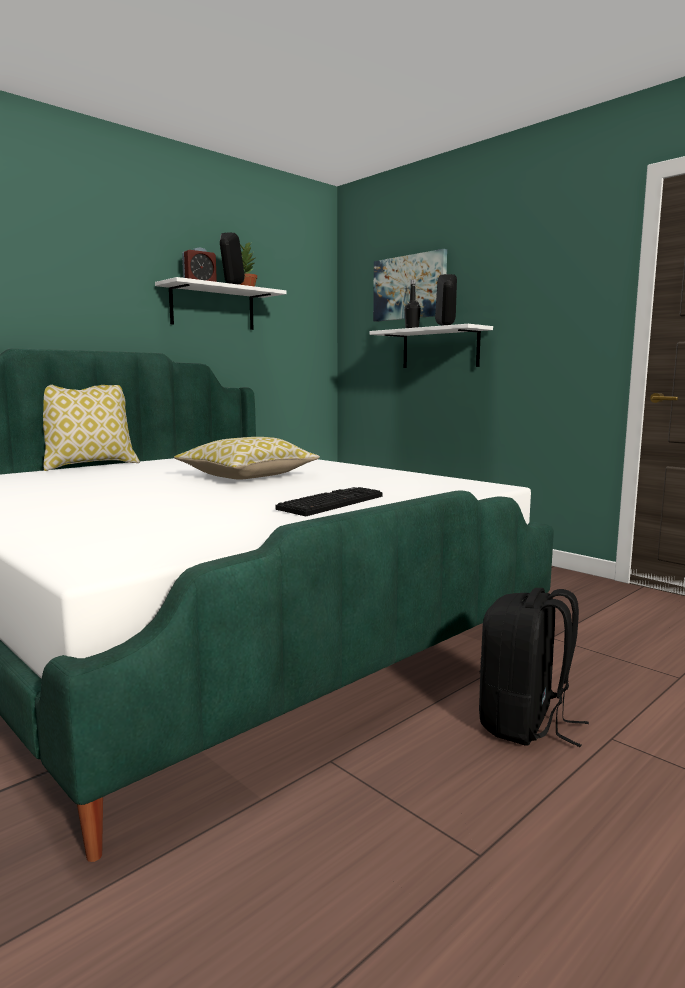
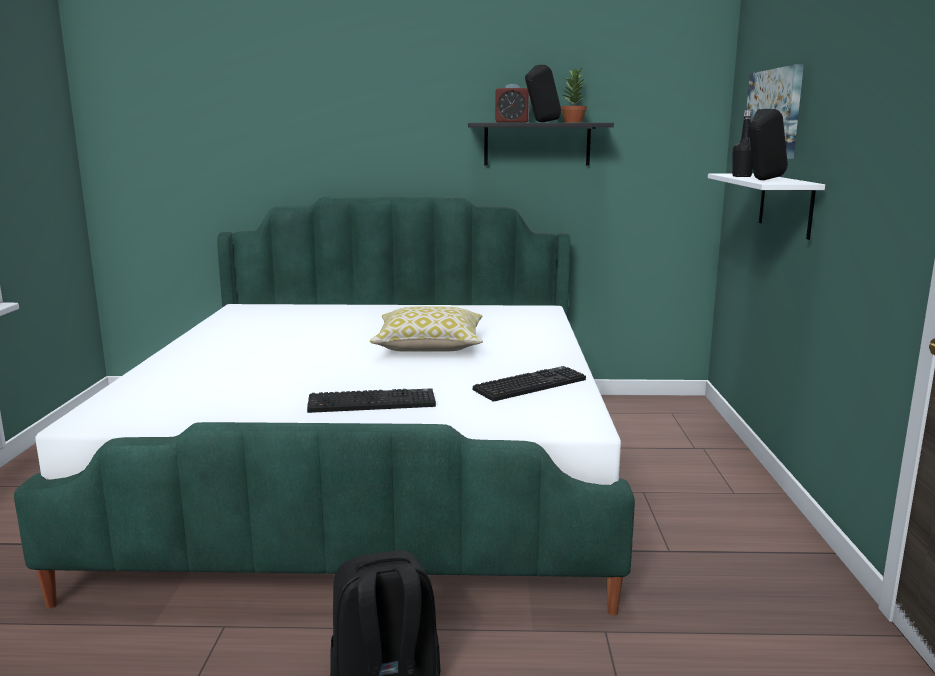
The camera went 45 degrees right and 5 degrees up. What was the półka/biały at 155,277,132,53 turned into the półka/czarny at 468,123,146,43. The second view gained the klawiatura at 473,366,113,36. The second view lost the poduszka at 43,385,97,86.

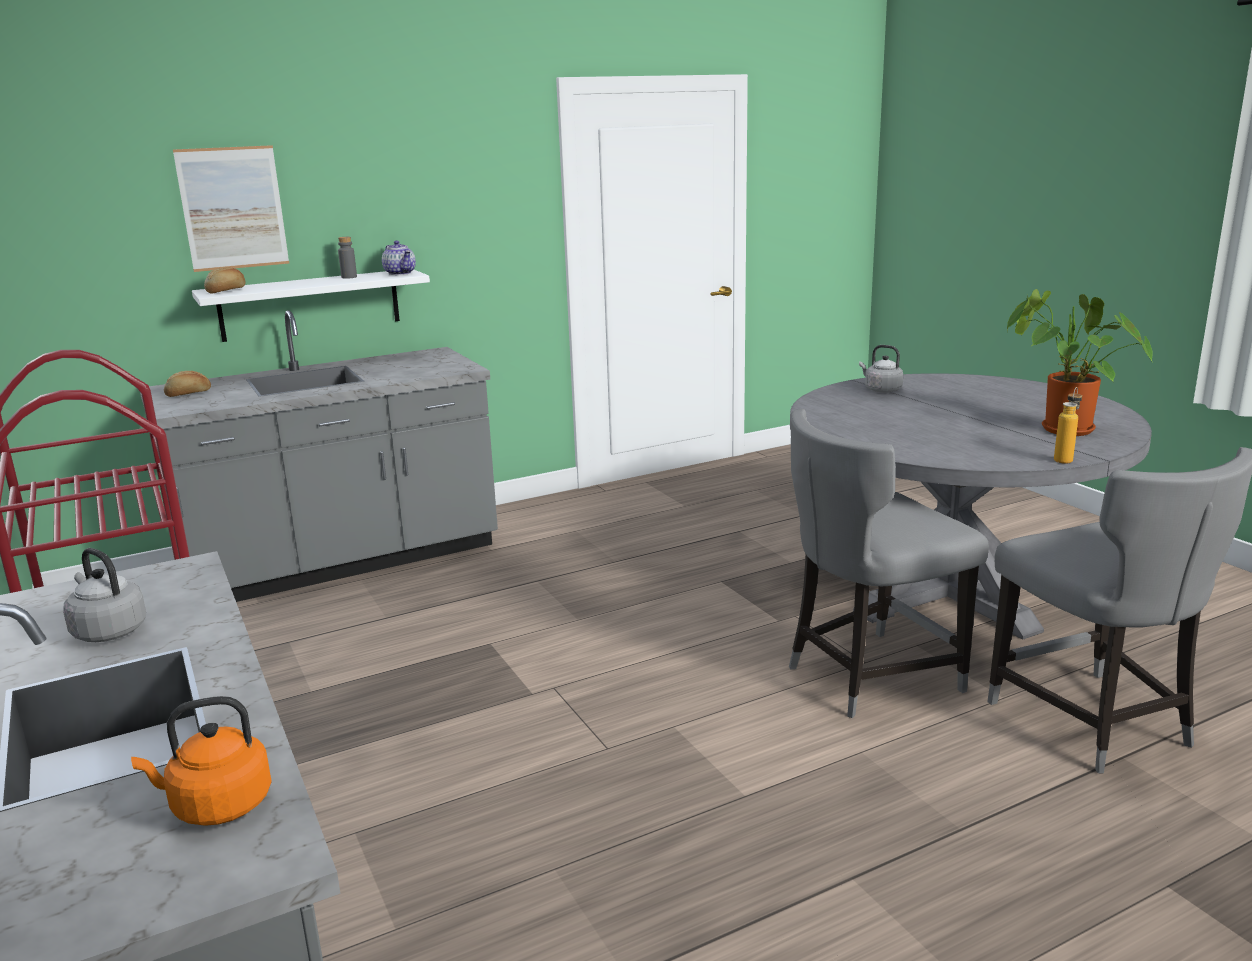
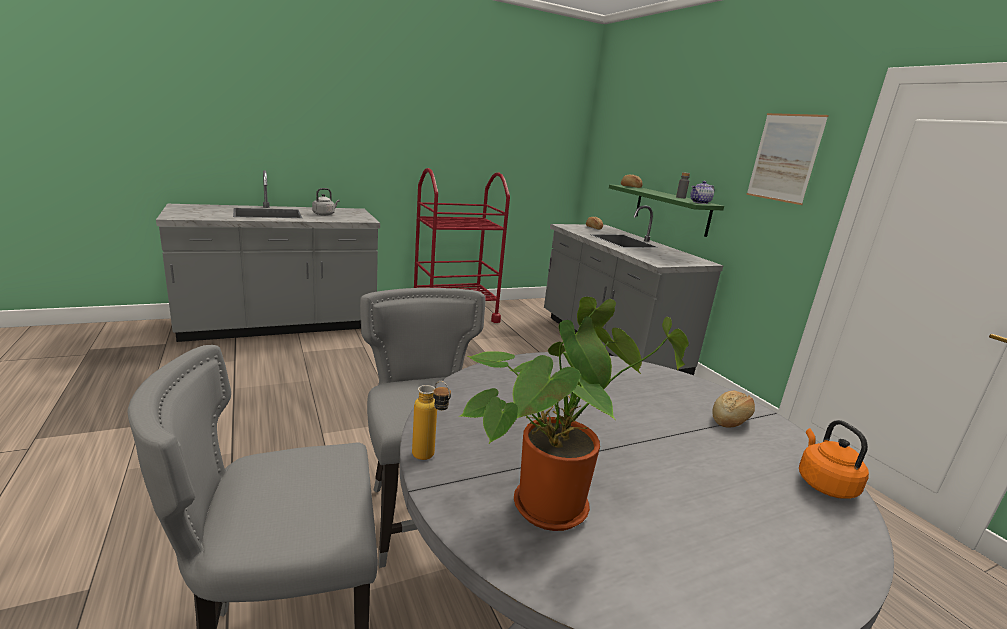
The camera went 90 degrees right and 0 degrees up. What was the półka/biały at 192,269,238,73 turned into the półka/zielony at 609,185,115,52. Where the czajnik/szary stood at 859,345,44,48, the chleb came to stand at 712,391,43,37. The obraz ended up elsewhere, having gone from 173,145,116,127 to 746,113,83,92. The czajnik/pomarańczowy ended up elsewhere, having gone from 131,696,141,130 to 799,420,70,79.

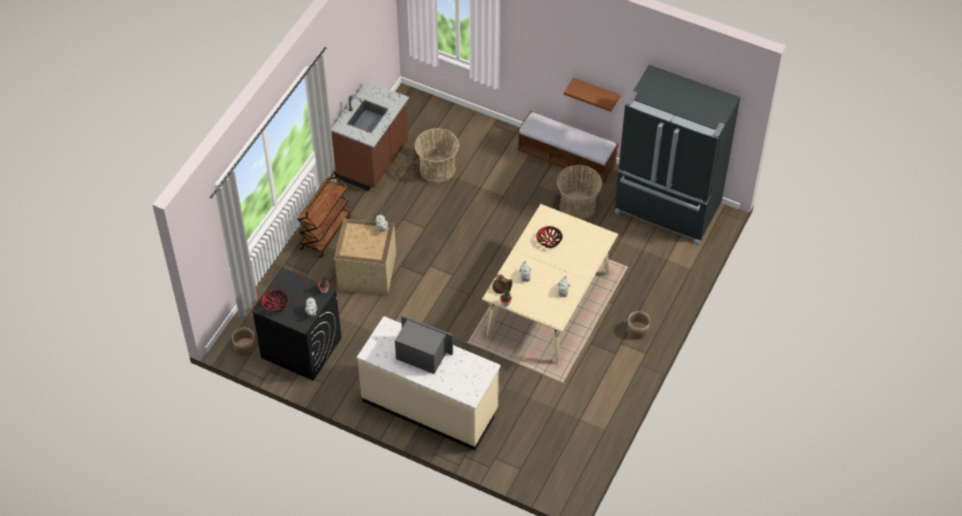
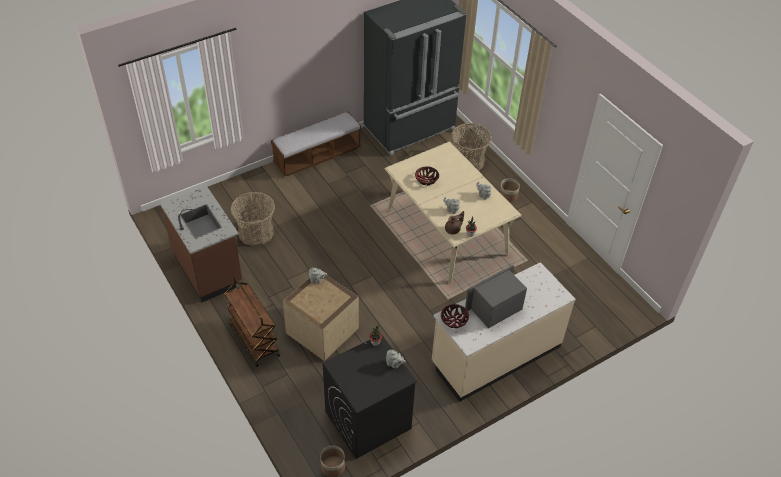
The camera went 60 degrees left and 5 degrees down. The miska ended up elsewhere, having gone from 261,289,28,23 to 441,304,28,24. The koszyk ended up elsewhere, having gone from 557,165,45,55 to 451,123,41,48. The second view lost the półka/brązowy at 564,78,56,34.

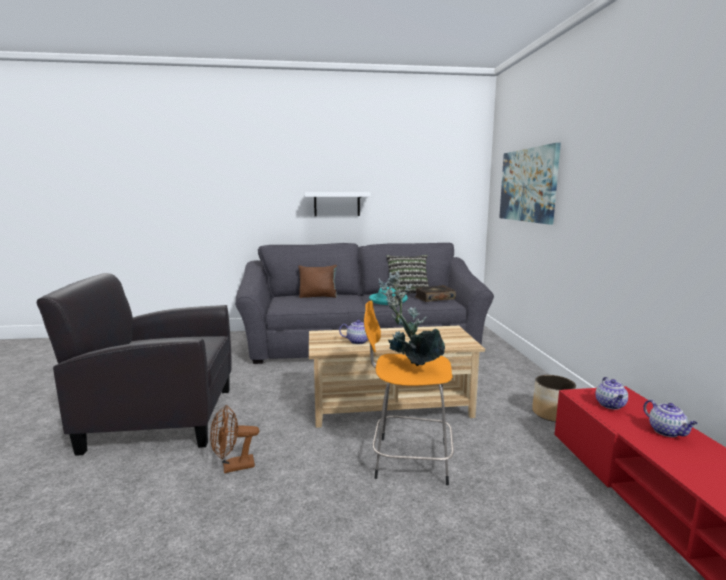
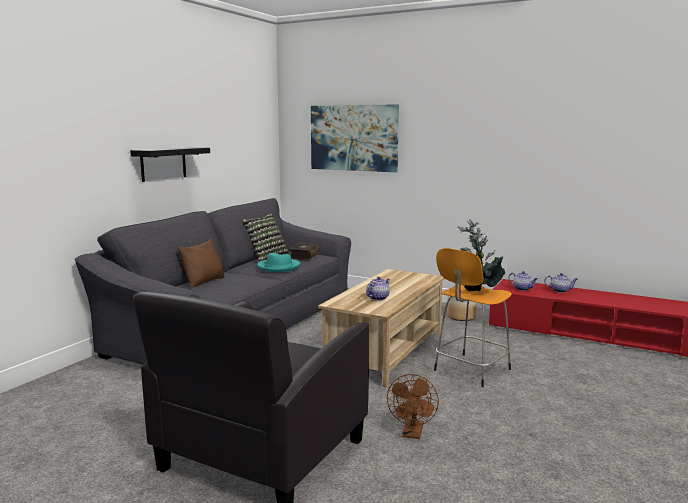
The camera went 55 degrees left and 0 degrees up. What was the półka/biały at 305,192,66,24 turned into the półka/czarny at 130,147,80,35.

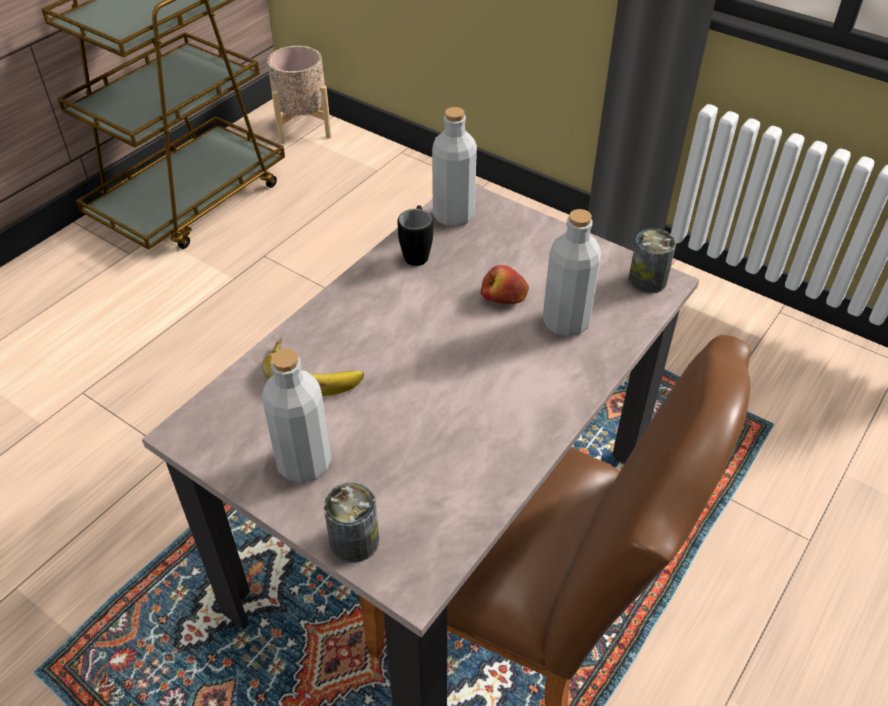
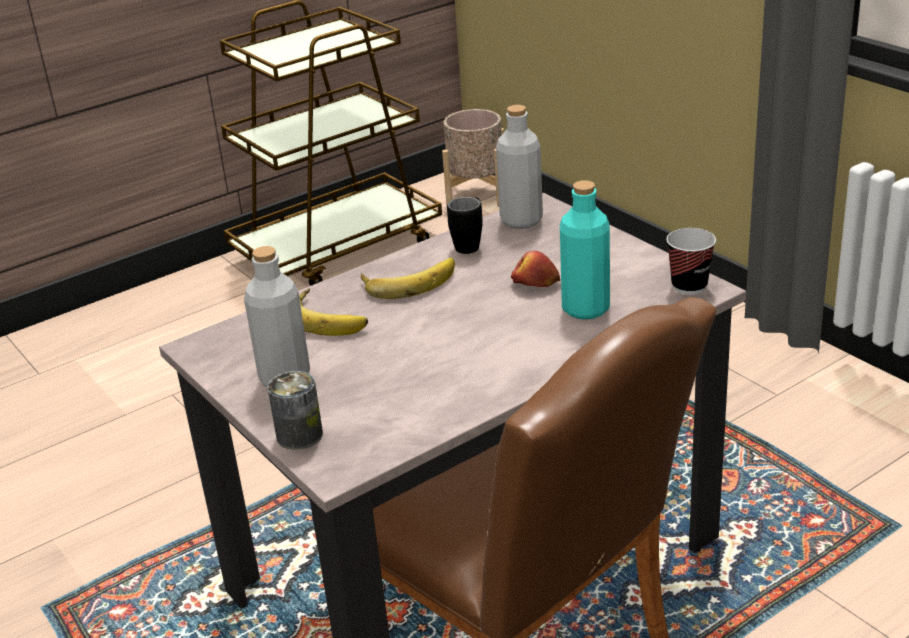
The camera went 20 degrees right and 15 degrees down. The second view gained the banan at 361,258,94,41. What was the butelka/szary at 543,209,58,128 turned into the butelka/turkusowy at 560,180,50,139. Where the puszka stood at 628,229,48,65, the filiżanka came to stand at 666,228,50,66.

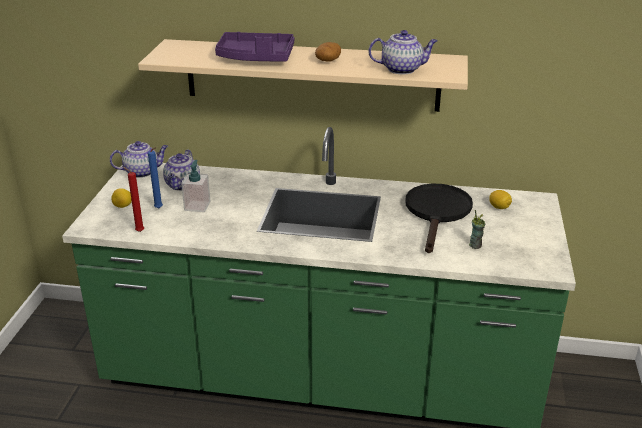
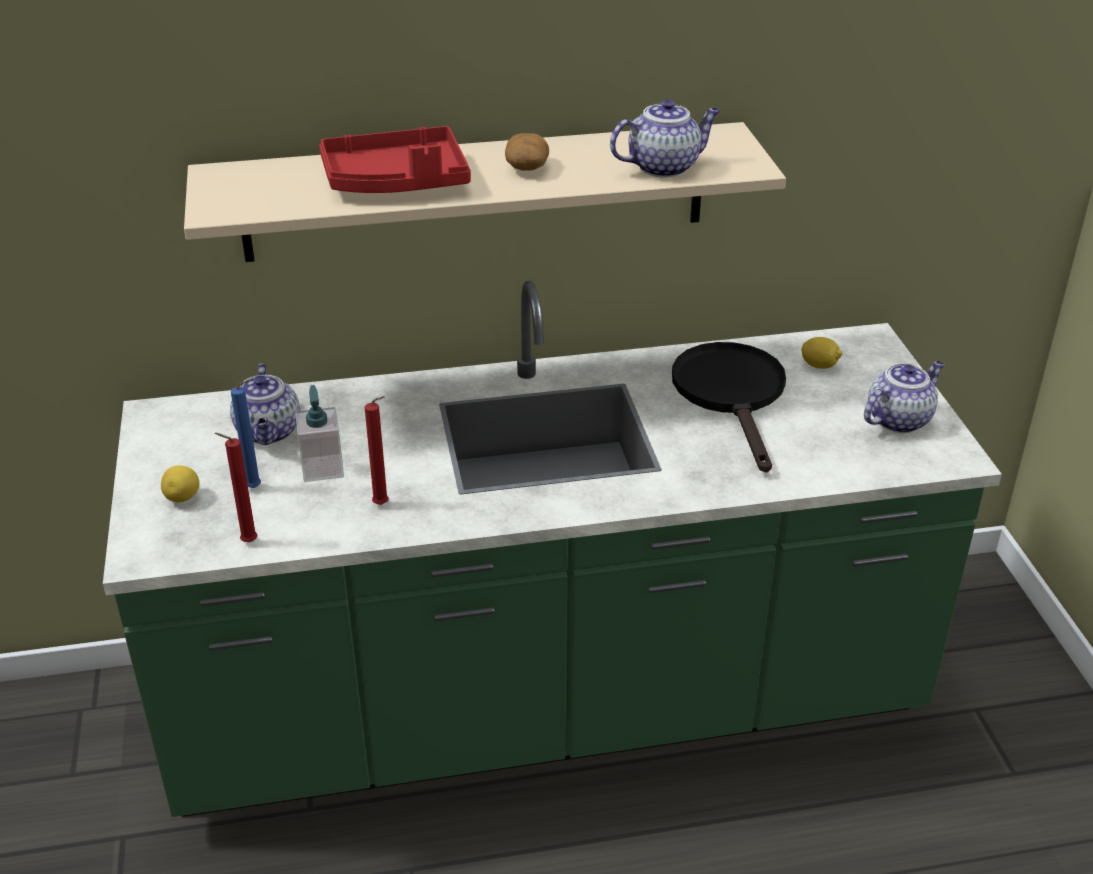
The camera went 20 degrees left and 5 degrees up. What was the taca/fioletowy at 215,32,79,30 turned into the taca/czerwony at 319,126,152,67. The second view gained the świeca/czerwony at 365,396,24,109. The imbryk ended up elsewhere, having gone from 110,141,58,37 to 864,361,80,72. The second view lost the filiżanka at 469,210,16,39.

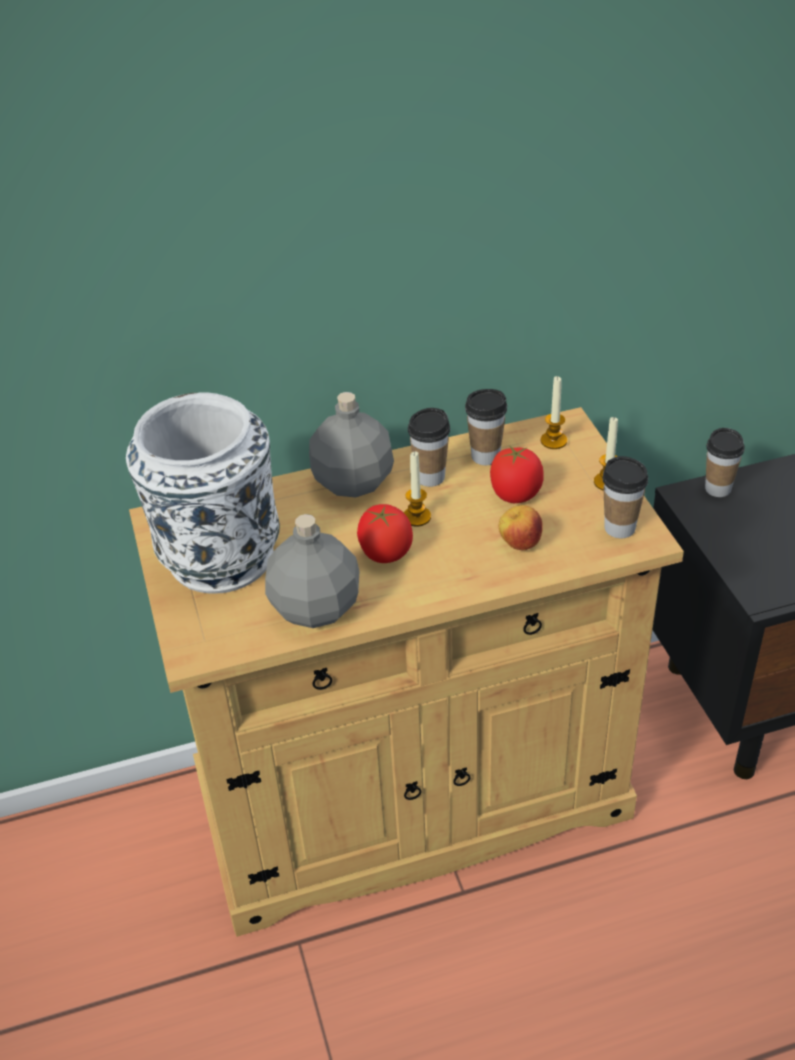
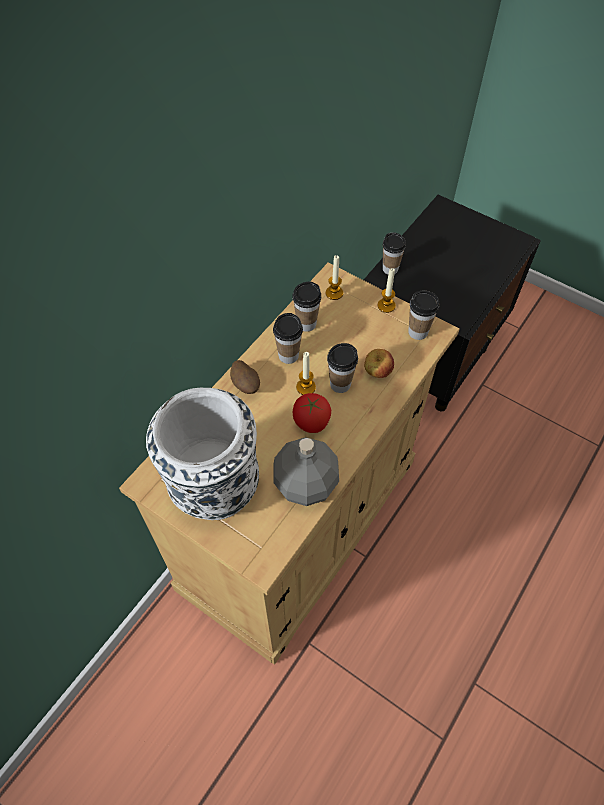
The camera went 40 degrees left and 15 degrees up. Where the butelka/szary stood at 309,392,85,105, the ziemniak came to stand at 230,360,30,34. The second view gained the filiżanka at 327,343,31,50. The second view lost the pomidor at 490,445,54,58.

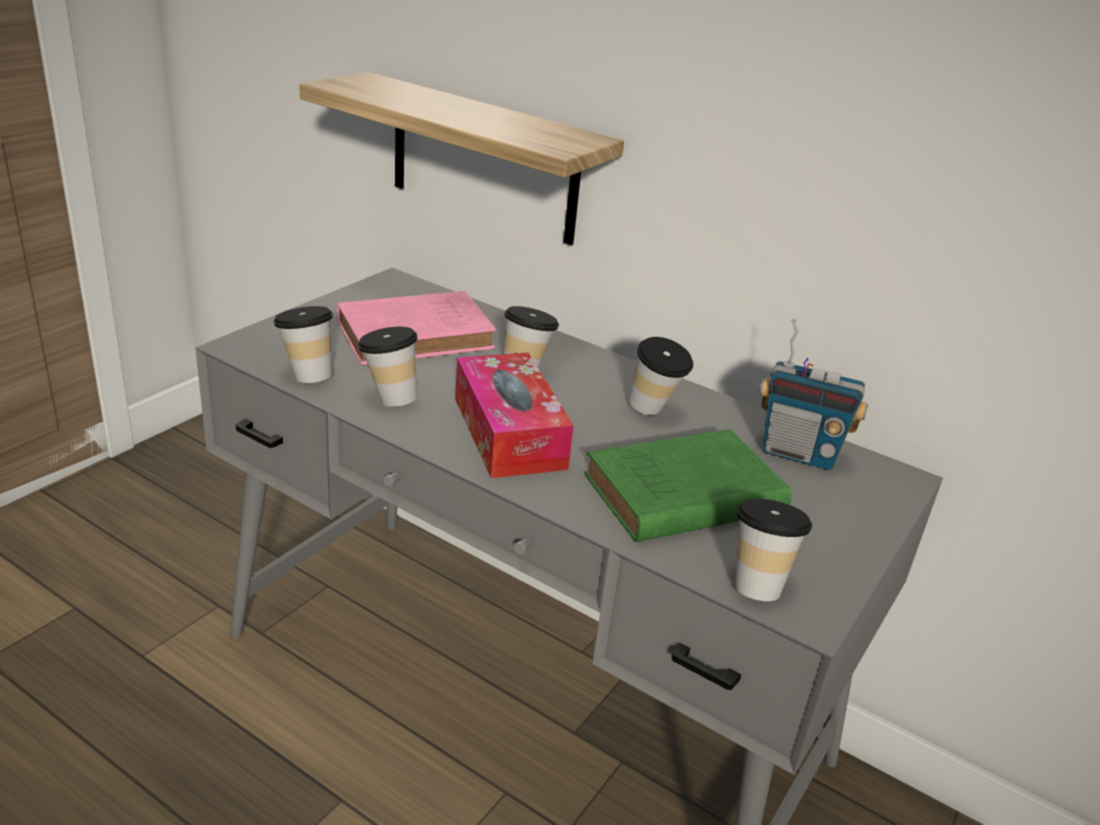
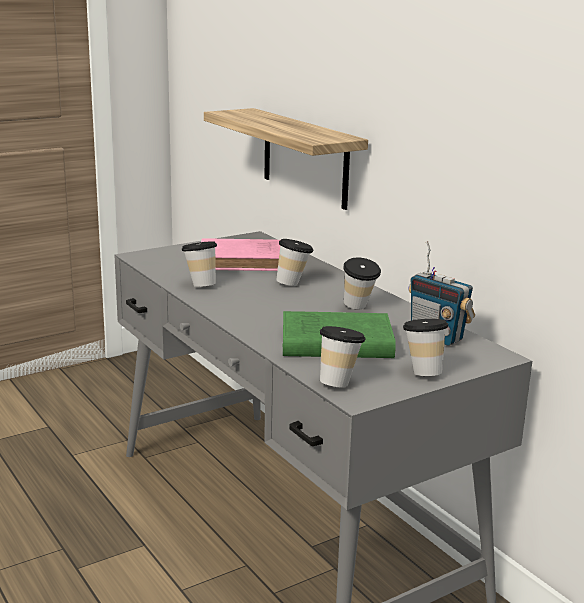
The camera went 25 degrees right and 10 degrees down. The filiżanka ended up elsewhere, having gone from 273,306,60,77 to 403,319,45,57. The second view lost the pudełko chusteczek at 455,353,119,125.

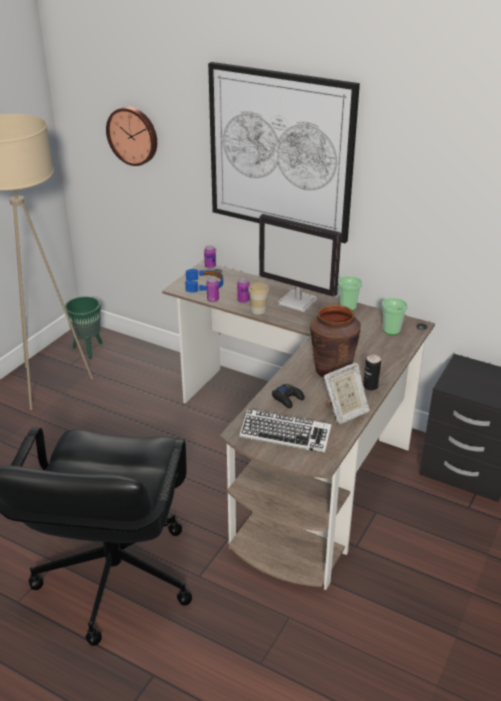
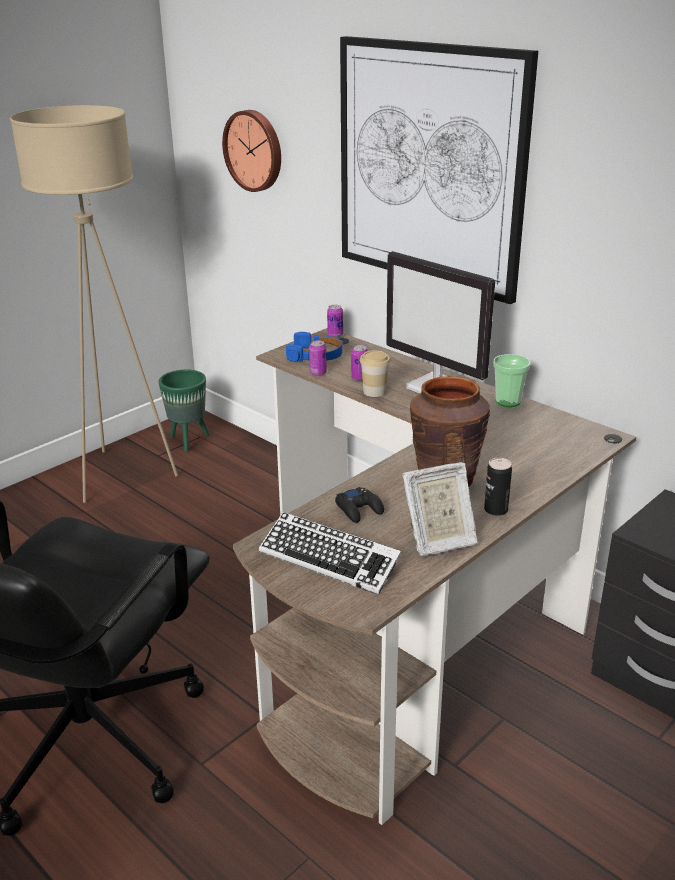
The camera went 15 degrees right and 5 degrees down. The second view lost the filiżanka at 382,298,26,37.

